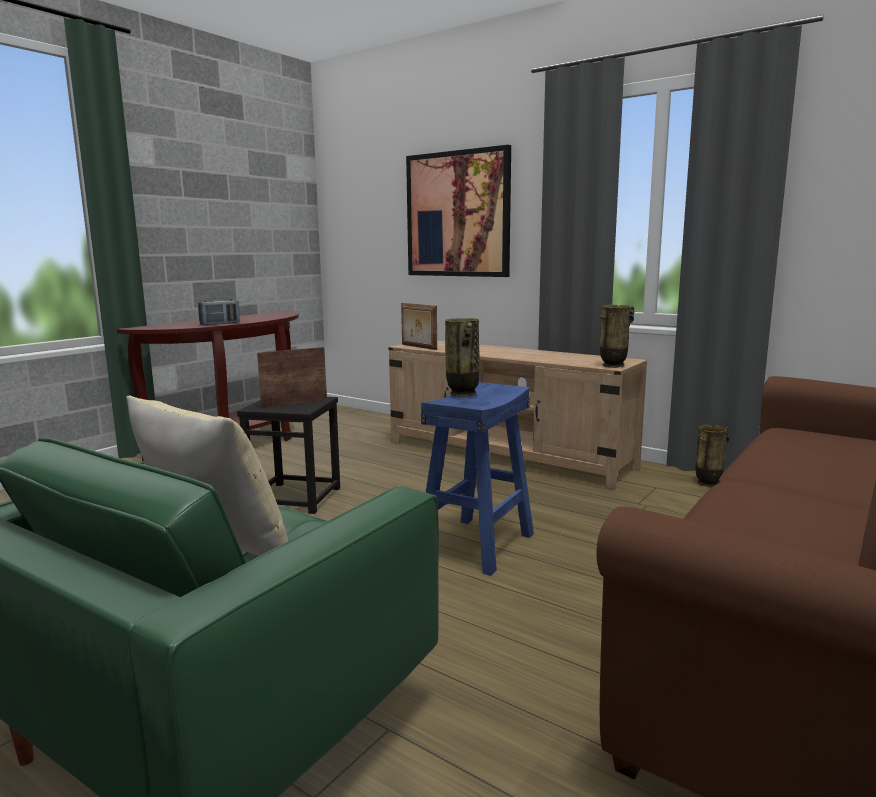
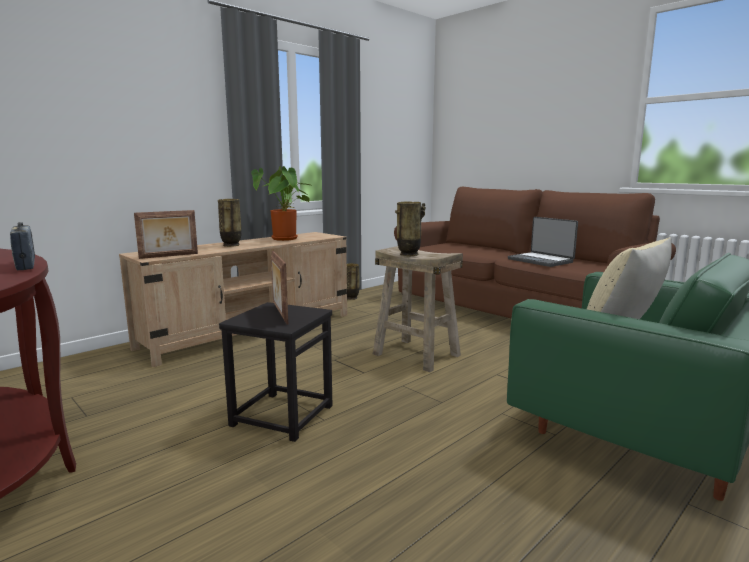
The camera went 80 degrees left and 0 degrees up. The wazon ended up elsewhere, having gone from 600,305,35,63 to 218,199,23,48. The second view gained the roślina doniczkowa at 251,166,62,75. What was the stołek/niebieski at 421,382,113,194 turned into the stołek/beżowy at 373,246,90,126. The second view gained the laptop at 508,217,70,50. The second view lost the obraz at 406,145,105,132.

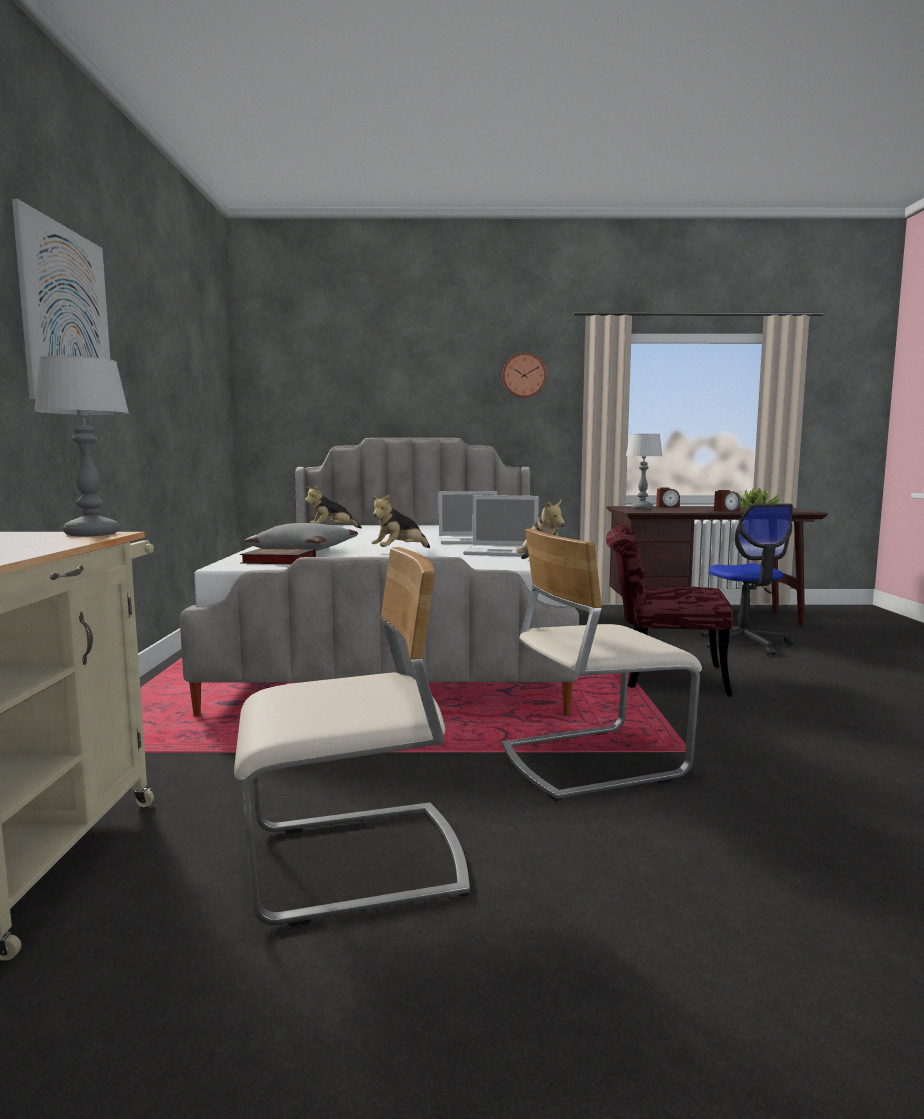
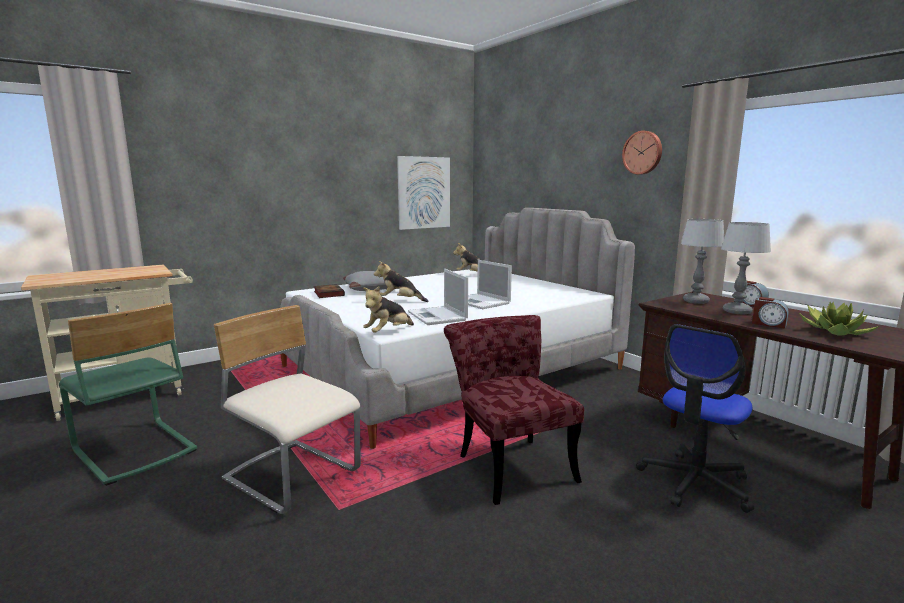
The camera went 55 degrees right and 5 degrees up. What was the krzesło/beżowy at 234,547,236,380 turned into the krzesło/zielony at 59,303,138,183. The obraz ended up elsewhere, having gone from 12,199,98,201 to 397,156,53,74. The lampa stołowa ended up elsewhere, having gone from 34,355,95,181 to 721,222,50,92.

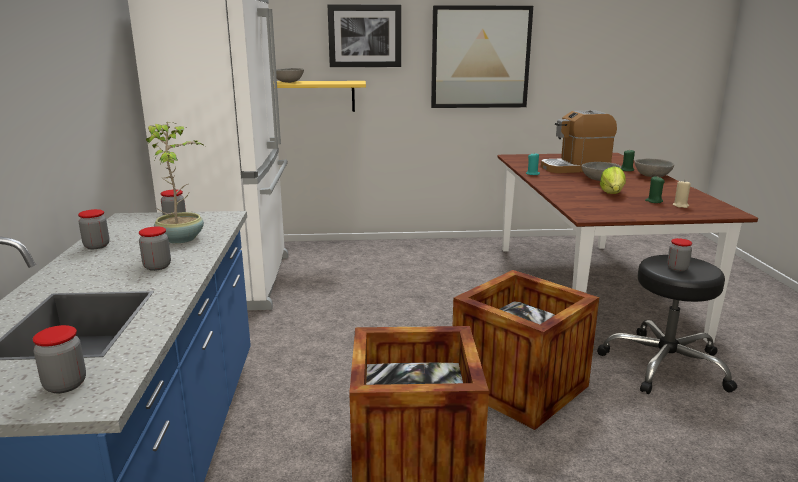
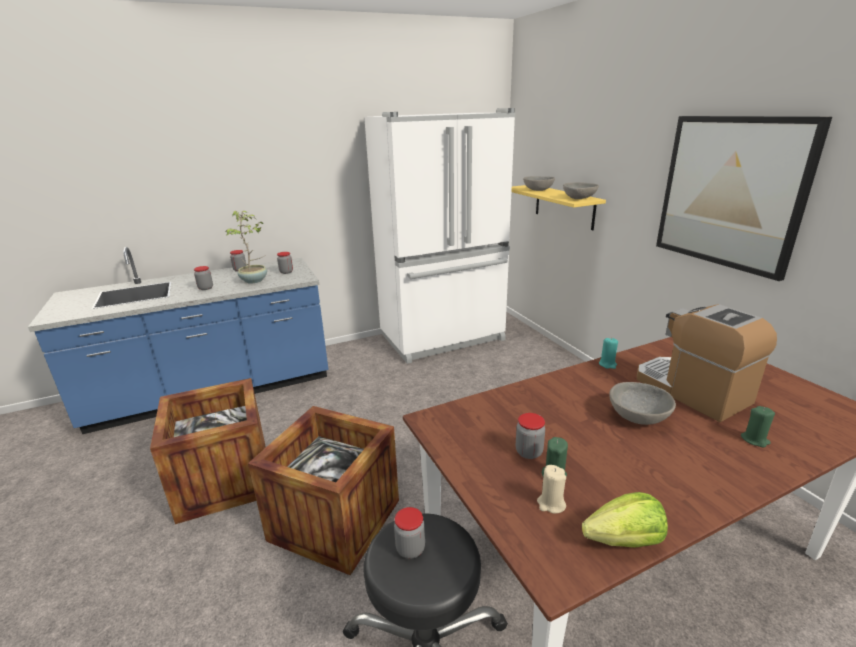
The camera went 70 degrees right and 5 degrees up. The słoik ended up elsewhere, having gone from 33,325,53,68 to 516,413,29,46. The miska/szary ended up elsewhere, having gone from 634,158,40,19 to 563,182,36,17. The sałata ended up elsewhere, having gone from 600,166,26,28 to 582,492,86,56. The second view lost the obraz at 328,4,73,63.

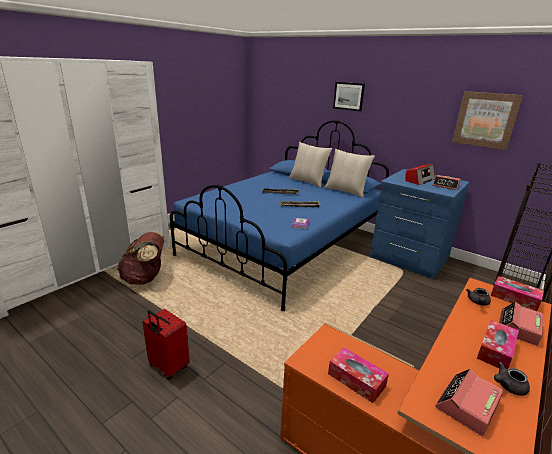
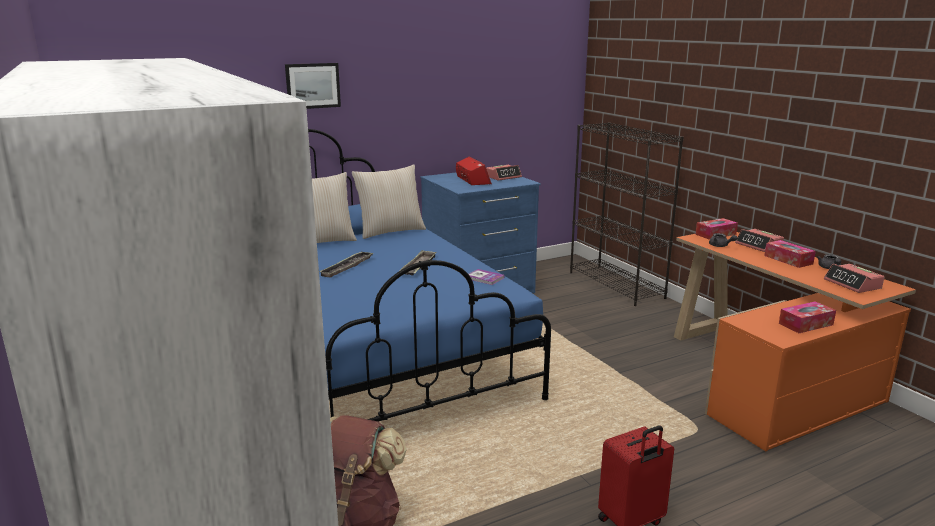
The camera went 65 degrees left and 5 degrees down. The second view lost the obraz at 452,91,71,59.

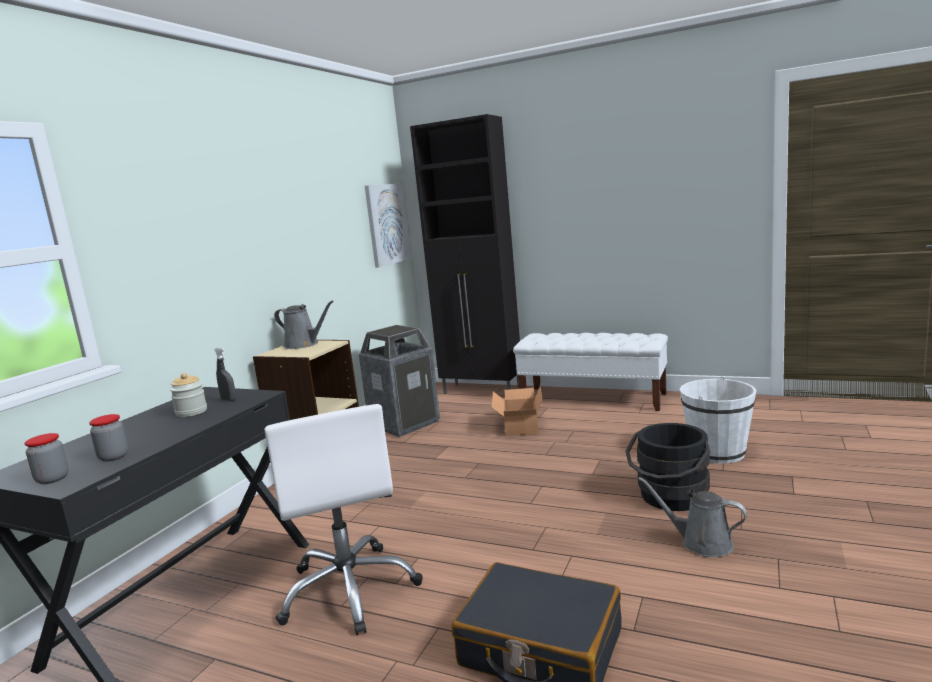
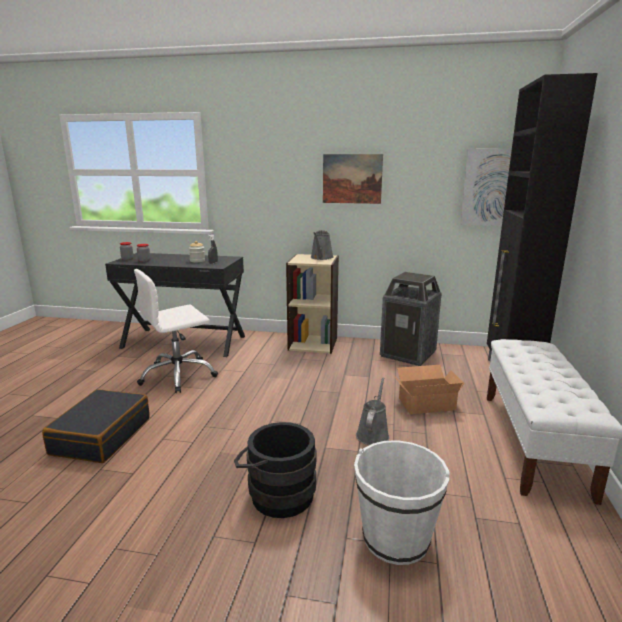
The camera went 75 degrees right and 5 degrees up. The second view gained the obraz at 323,154,60,50. The konewka/szary ended up elsewhere, having gone from 638,477,109,80 to 356,377,33,68.

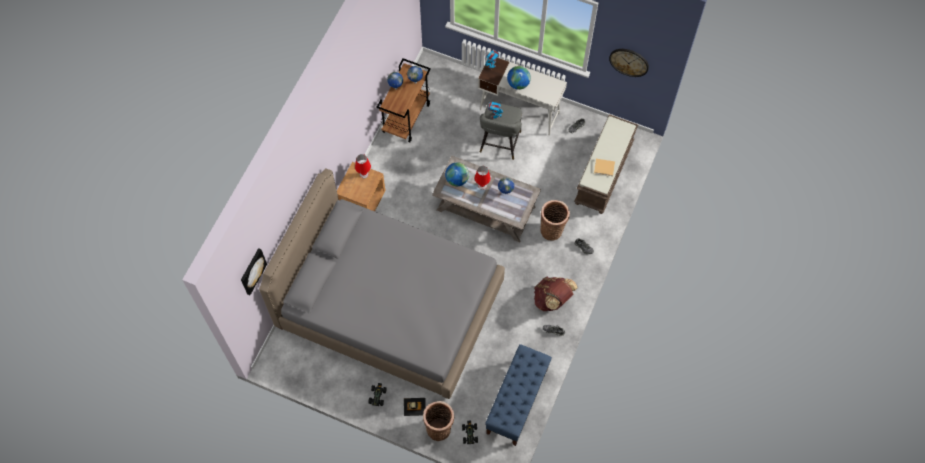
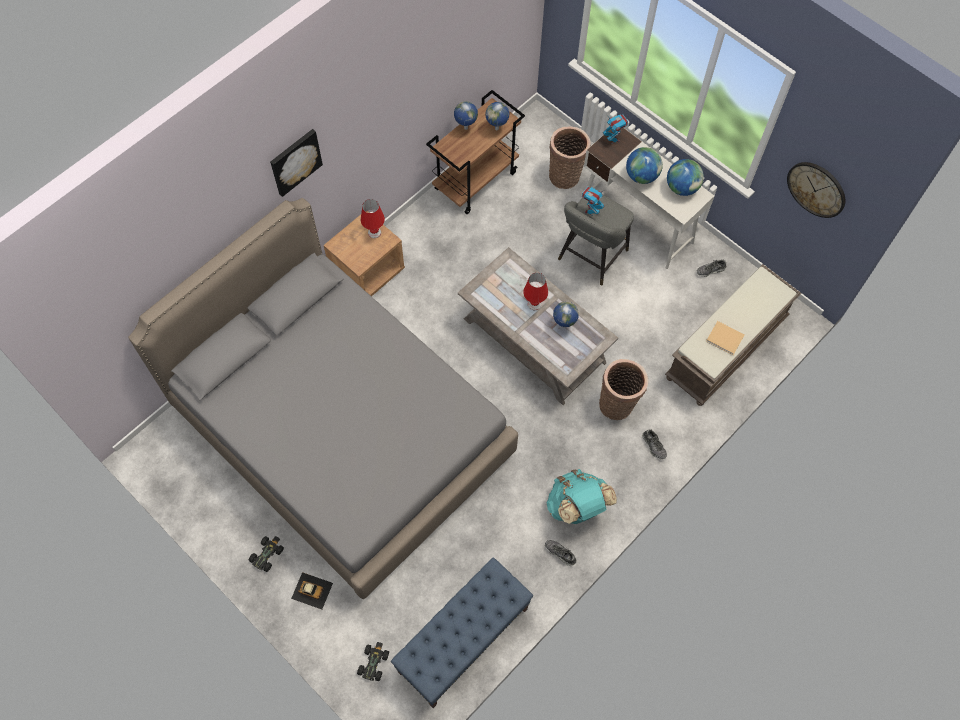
The camera went 20 degrees right and 0 degrees up. The obraz ended up elsewhere, having gone from 241,248,26,47 to 270,129,53,68. What was the plecak/brązowy at 534,277,44,34 turned into the plecak/turkusowy at 546,469,71,55. The koszyk ended up elsewhere, having gone from 423,401,31,40 to 549,127,42,62. The globus ended up elsewhere, having gone from 445,162,24,24 to 667,159,37,37.

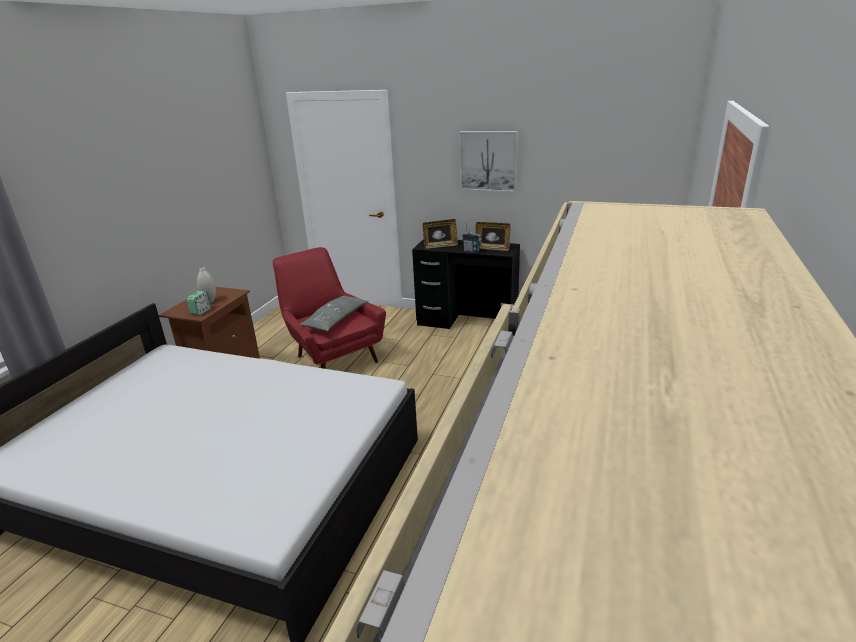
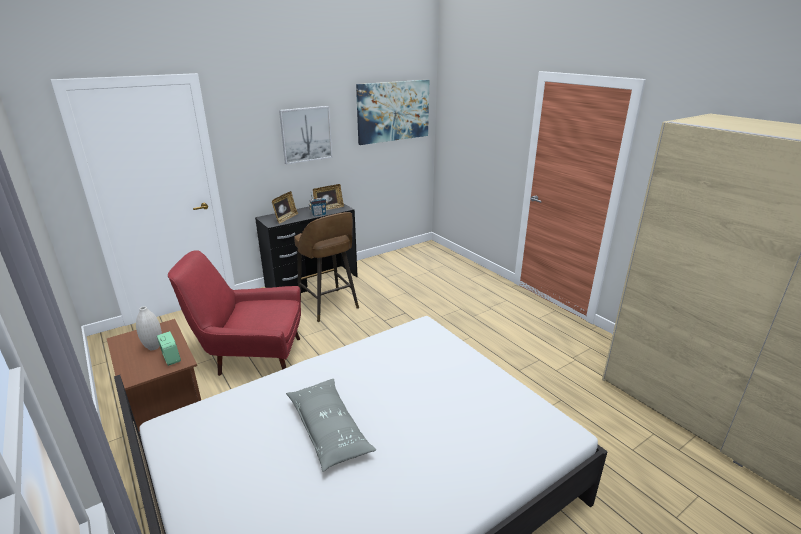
The camera went 55 degrees left and 0 degrees up. The poduszka/szary ended up elsewhere, having gone from 299,296,70,35 to 286,379,90,93. The second view gained the stołek/brązowy at 294,212,65,110. The second view gained the obraz at 356,80,73,65.

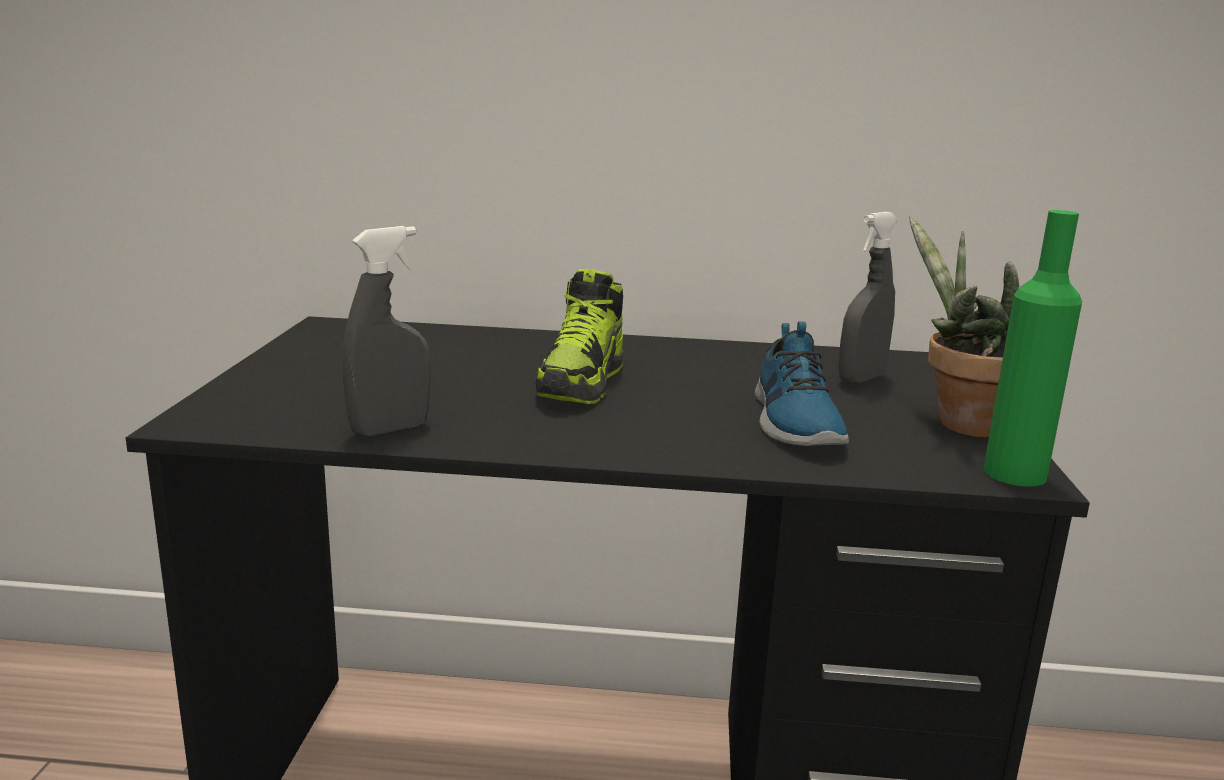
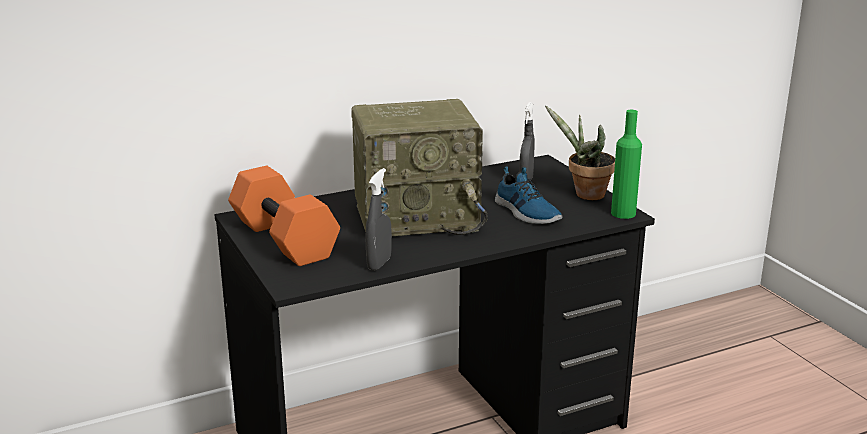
The camera went 30 degrees left and 5 degrees up. The second view gained the hantel/pomarańczowy at 228,166,112,100. Where the but stood at 535,269,89,135, the radio came to stand at 351,99,137,137.

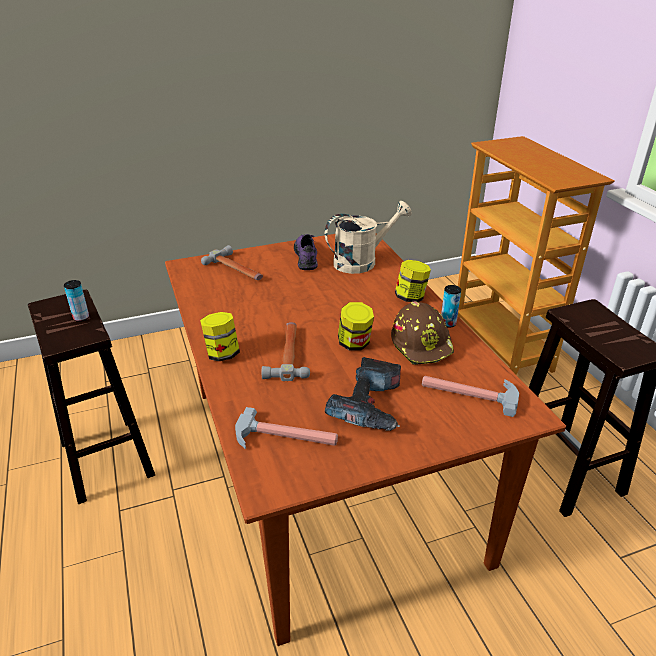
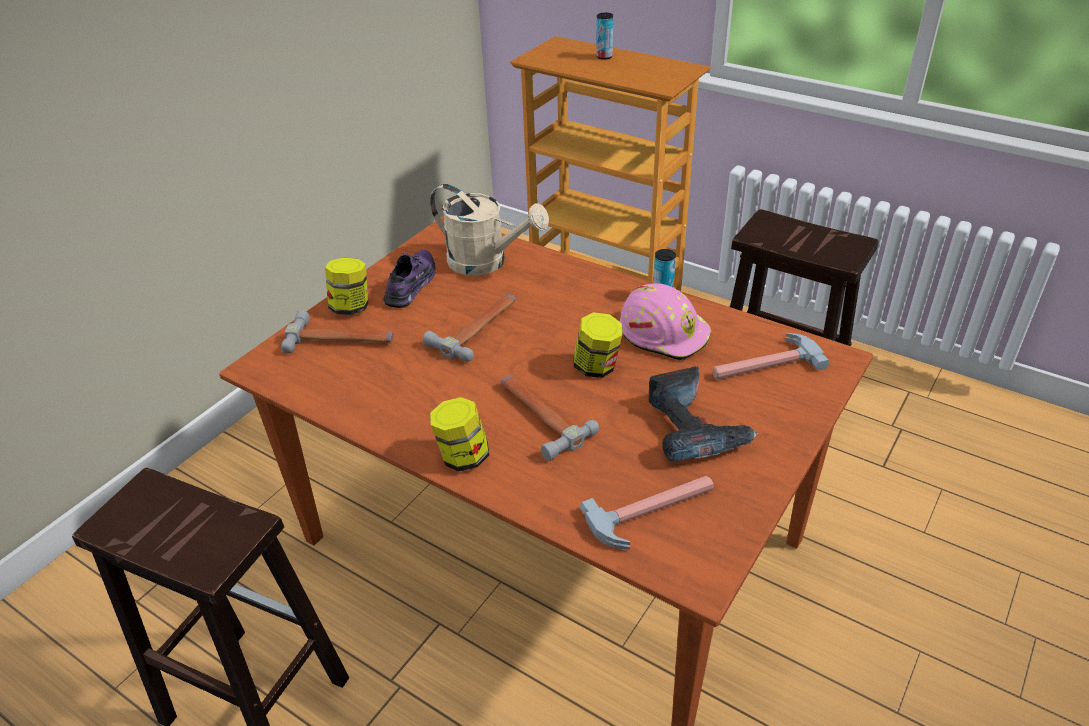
The camera went 35 degrees left and 5 degrees up. The słoik ended up elsewhere, having gone from 395,260,36,42 to 325,258,43,57. The but/fioletowy at 294,234,24,36 ended up facing another way, 60 degrees clockwise from before. The second view gained the młotek at 423,294,93,68. The konewka/beżowy at 325,201,87,73 ended up facing another way, 90 degrees clockwise from before. The puszka ended up elsewhere, having gone from 64,280,25,42 to 596,13,17,47. What was the kask/brązowy at 391,302,63,63 turned into the kask/różowy at 620,283,92,78.

